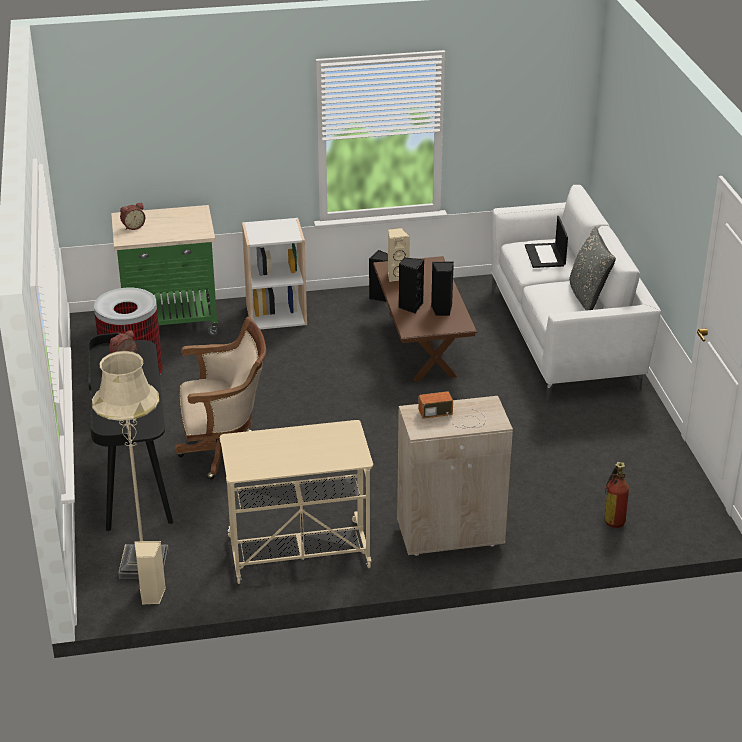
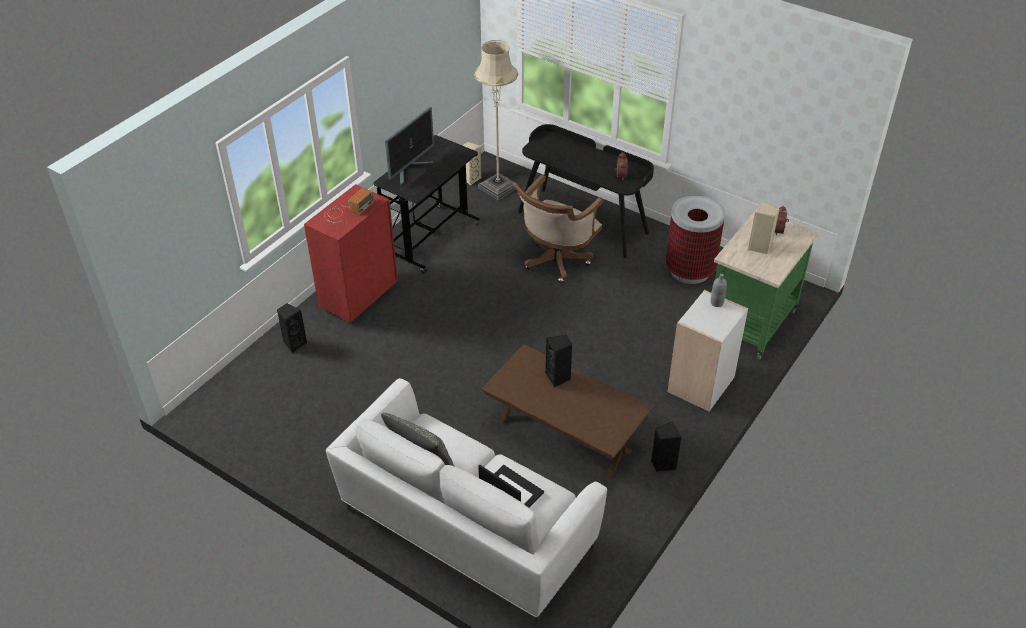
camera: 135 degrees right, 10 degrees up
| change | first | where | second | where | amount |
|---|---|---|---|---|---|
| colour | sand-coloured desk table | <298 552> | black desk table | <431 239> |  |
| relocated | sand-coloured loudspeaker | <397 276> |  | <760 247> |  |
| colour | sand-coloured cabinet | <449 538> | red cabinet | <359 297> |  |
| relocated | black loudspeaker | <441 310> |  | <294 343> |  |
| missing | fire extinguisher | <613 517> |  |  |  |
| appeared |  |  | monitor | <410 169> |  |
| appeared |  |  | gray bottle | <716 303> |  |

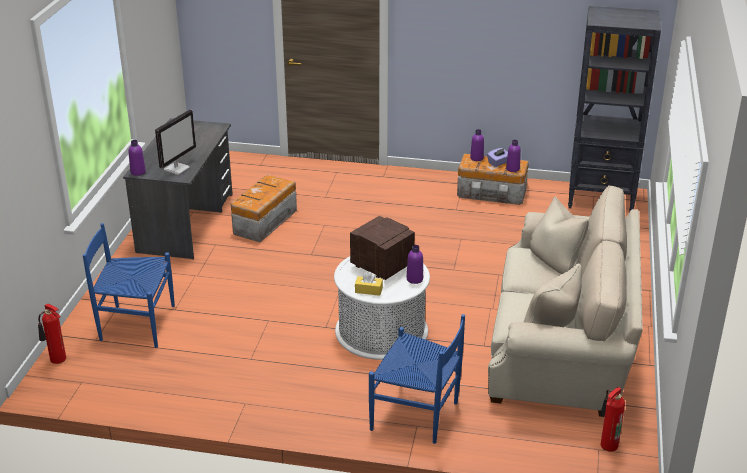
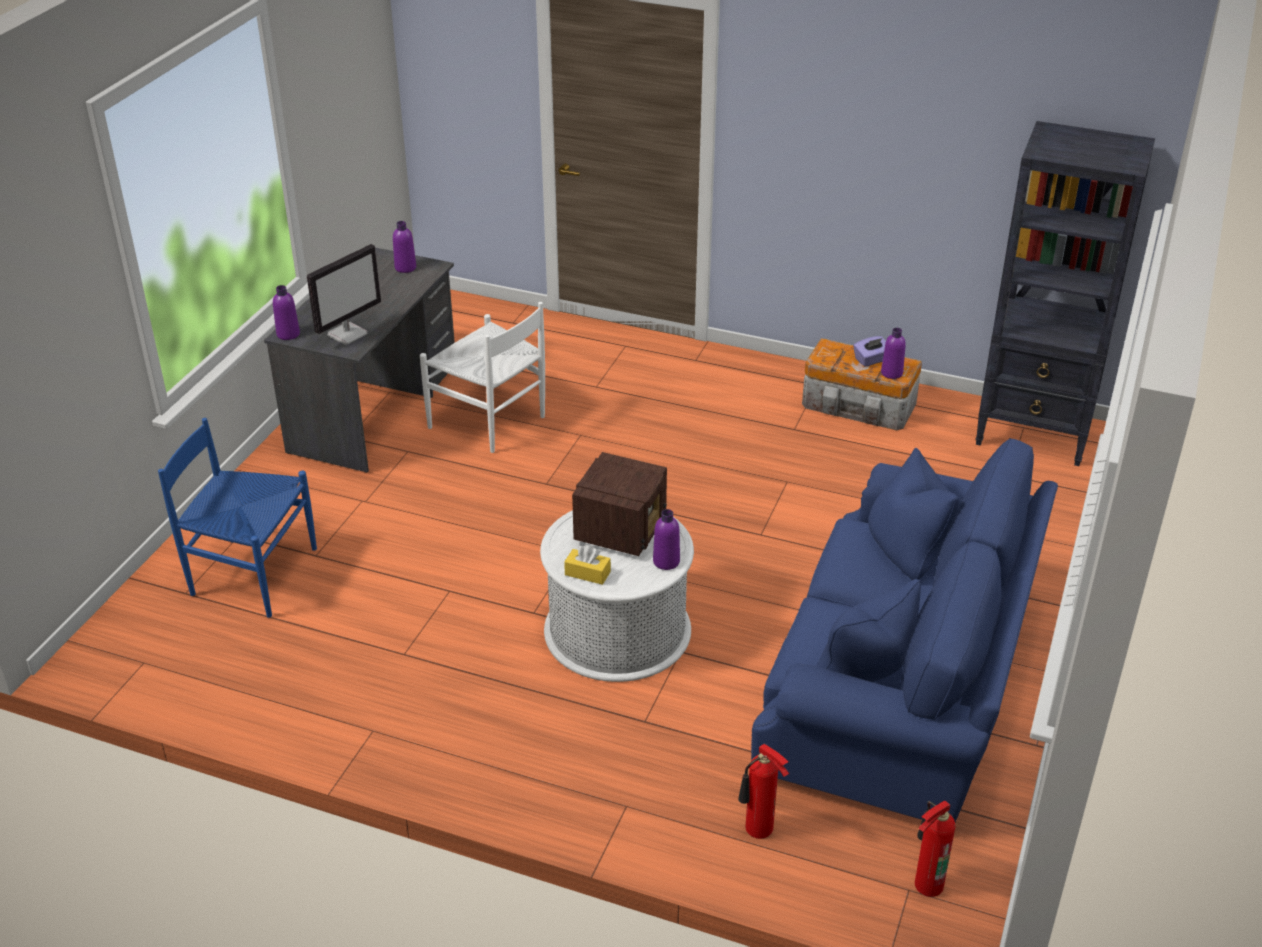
camera: 10 degrees right, 5 degrees up
| change | first | where | second | where | amount |
|---|---|---|---|---|---|
| relocated | fire extinguisher | <57 360> |  | <758 831> |  |
| exchanged | storage bin | <263 222> | white chair | <490 421> |  |
| spun | radio receiver | <381 264> |  | <621 529> | 60 degrees clockwise |
| missing | blue chair | <416 415> |  |  |  |
| relocated | purplish bottle | <476 158> |  | <405 268> |  |
| colour | sand-coloured sofa | <562 345> | blue sofa | <899 690> |  |

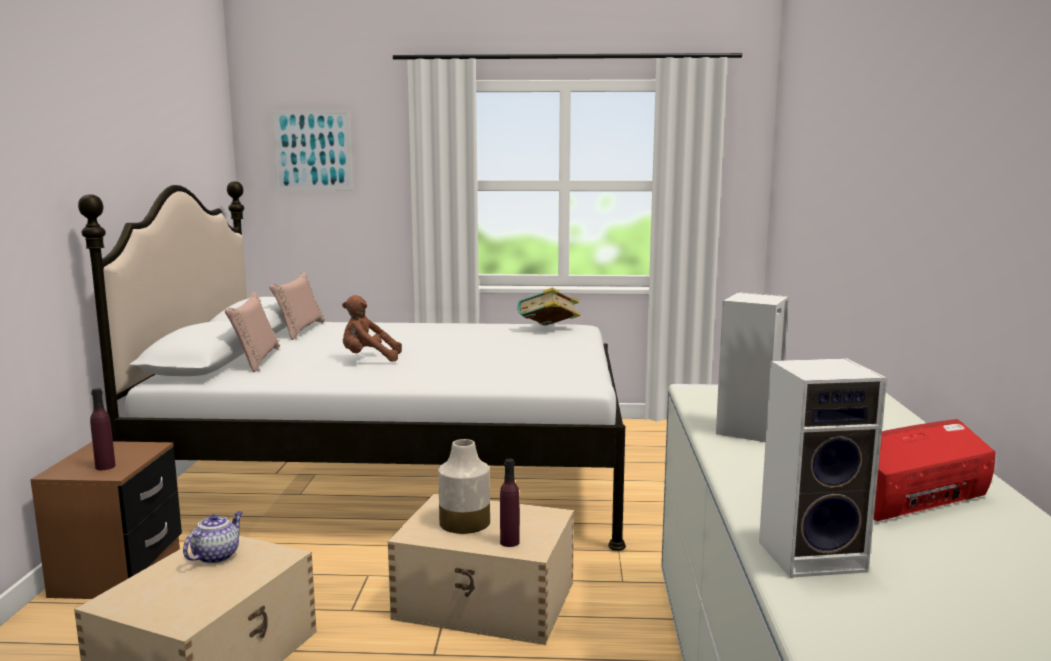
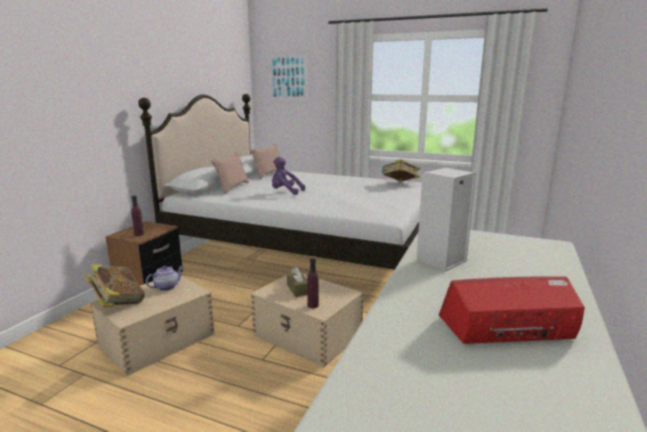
camera: 20 degrees right, 5 degrees up
| change | first | where | second | where | amount |
|---|---|---|---|---|---|
| colour | brown soft toy | <368 359> | purplish soft toy | <285 192> |  |
| exchanged | sand-coloured vase | <465 522> | brown box of tissues | <298 289> |  |
| missing | loudspeaker | <814 555> |  |  |  |
| appeared |  |  | volume | <118 303> |  |

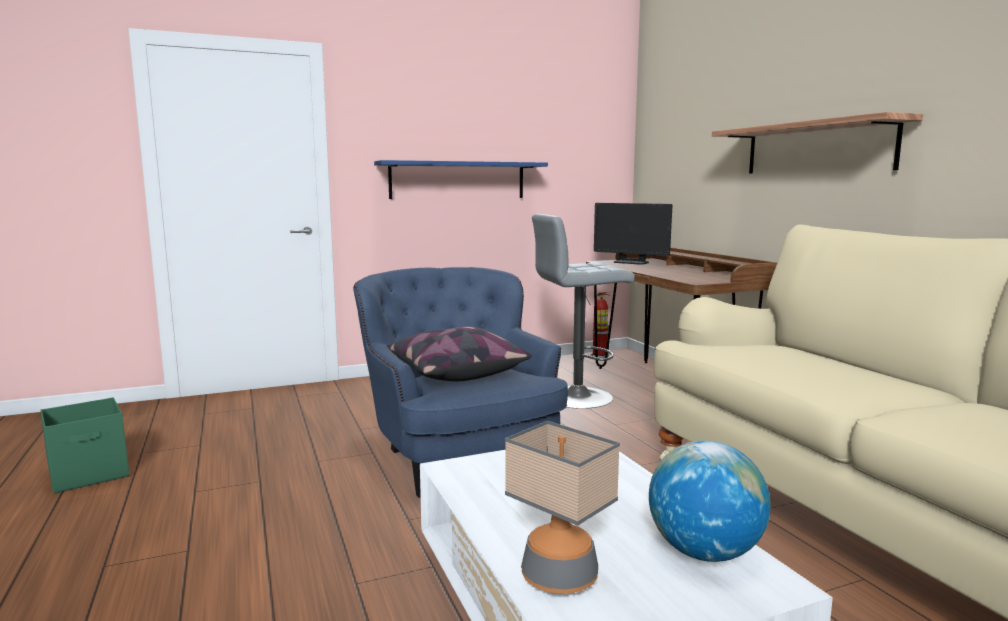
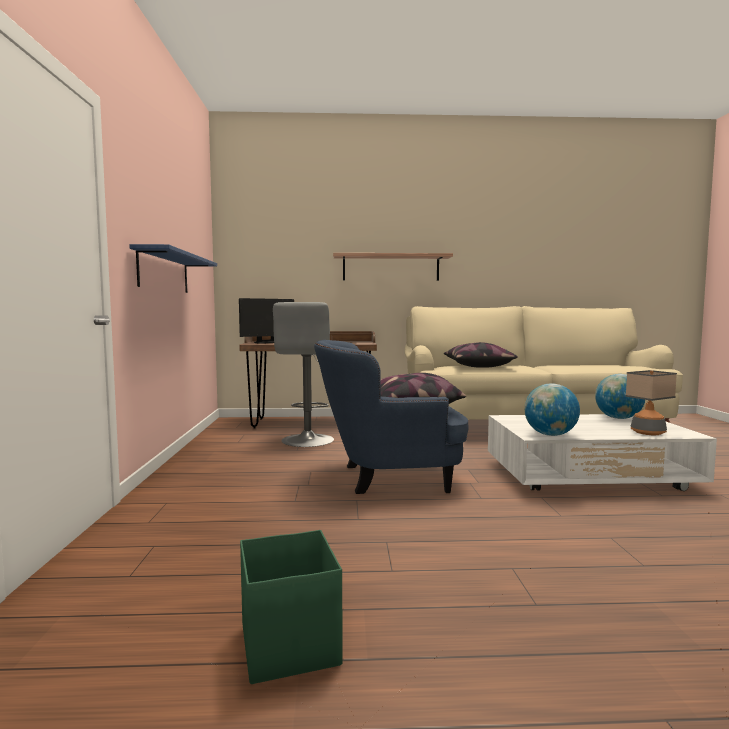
camera: 70 degrees left, 5 degrees down
| change | first | where | second | where | amount |
|---|---|---|---|---|---|
| missing | fire extinguisher | <600 357> |  |  |  |
| appeared |  |  | throw pillow | <477 366> |  |
| appeared |  |  | desk globe | <550 435> |  |

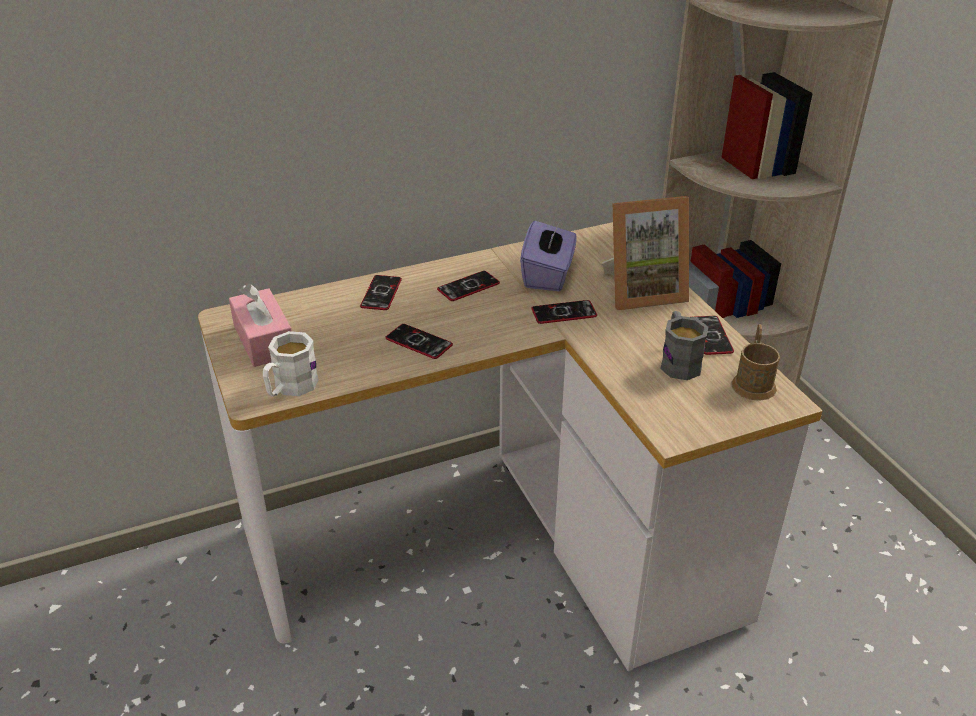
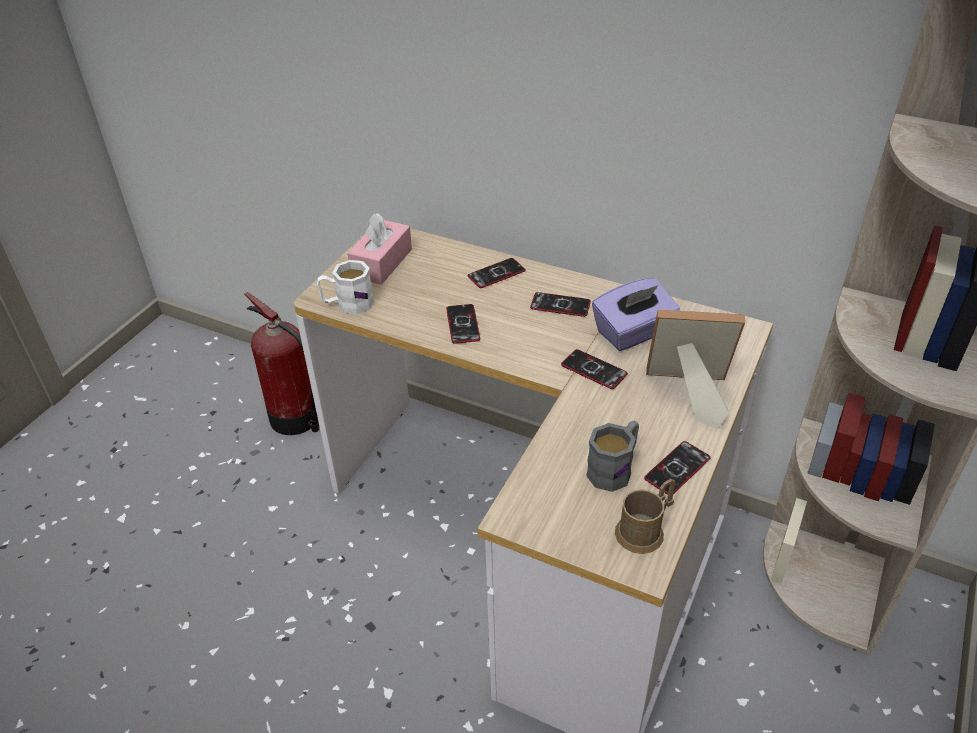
camera: 50 degrees right, 5 degrees up
| change | first | where | second | where | amount |
|---|---|---|---|---|---|
| spun | standing frame | <642 291> |  | <686 394> | 150 degrees clockwise |
| appeared |  |  | fire extinguisher | <297 418> |  |

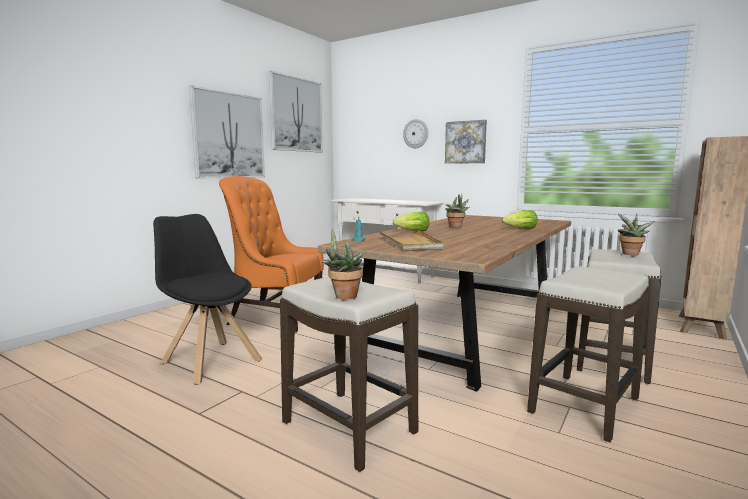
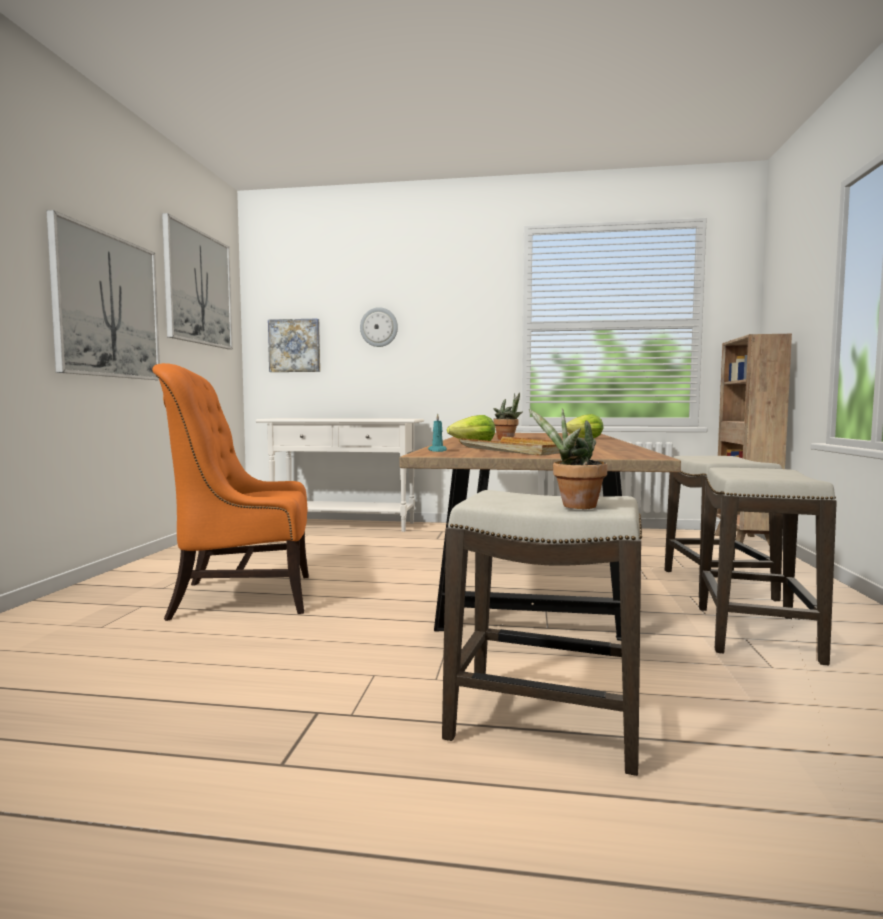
camera: 25 degrees left, 5 degrees down
| change | first | where | second | where | amount |
|---|---|---|---|---|---|
| missing | black chair | <209 360> |  |  |  |
| relocated | picture | <465 142> |  | <295 345> |  |
| missing | potted plant | <630 254> |  |  |  |

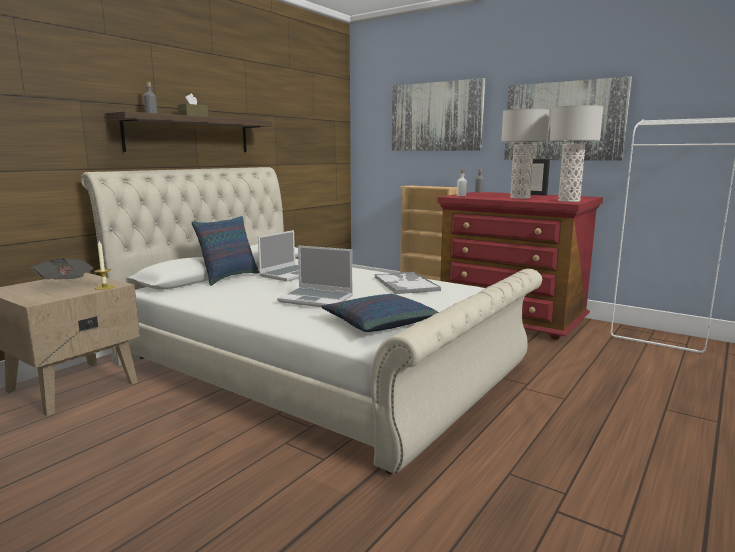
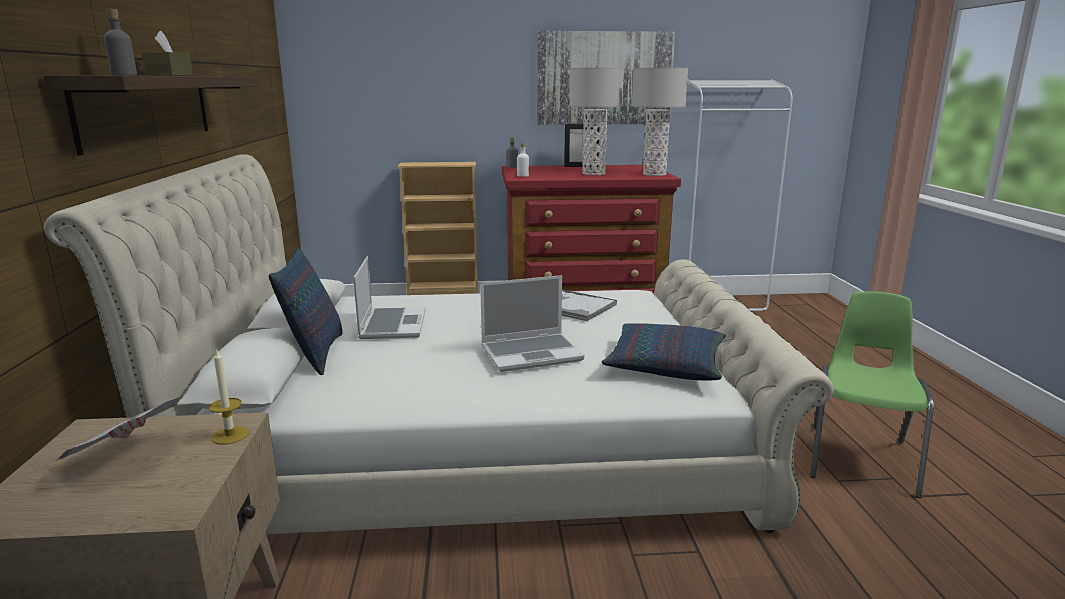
camera: 40 degrees left, 5 degrees up
| change | first | where | second | where | amount |
|---|---|---|---|---|---|
| missing | picture | <436 117> |  |  |  |
| appeared |  |  | green-coloured chair | <861 458> |  |

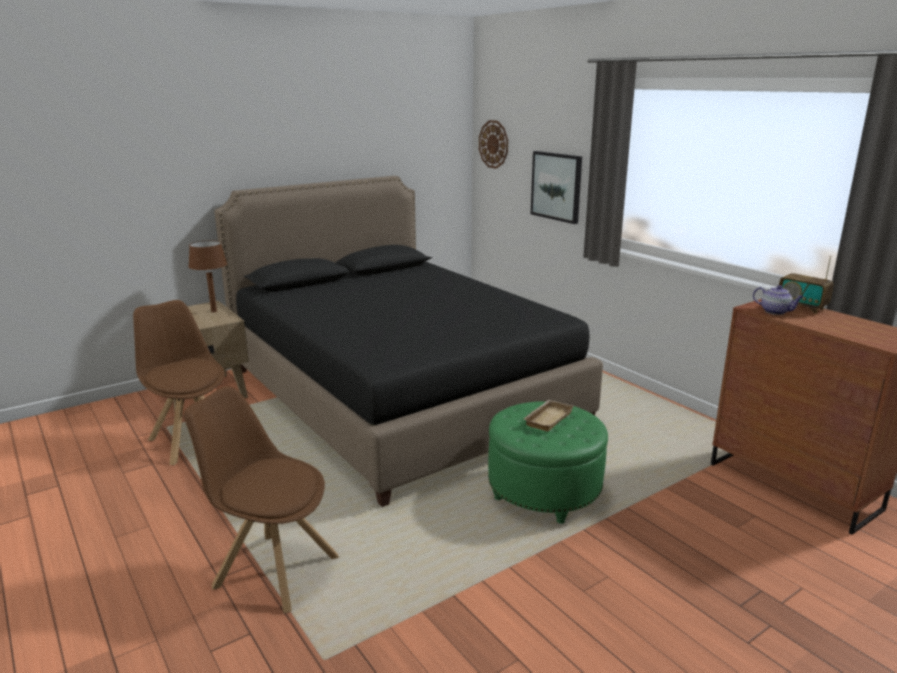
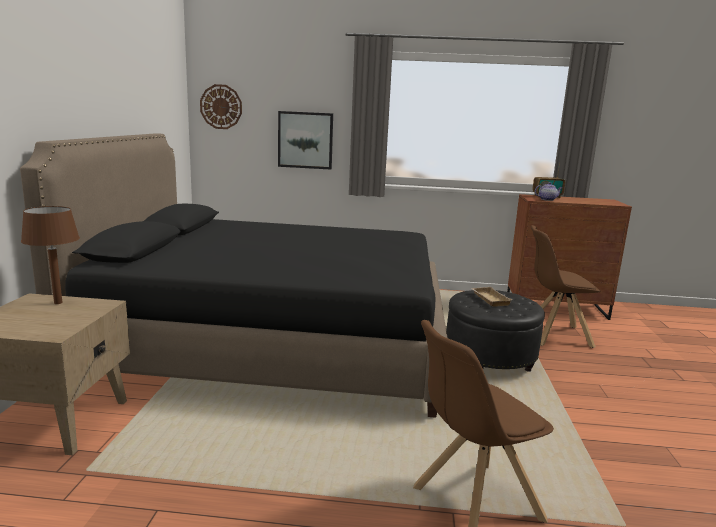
camera: 50 degrees left, 5 degrees down
| change | first | where | second | where | amount |
|---|---|---|---|---|---|
| relocated | brown chair | <191 439> |  | <554 335> |  |
| colour | green-coloured pouffe | <544 493> | black pouffe | <489 361> |  |

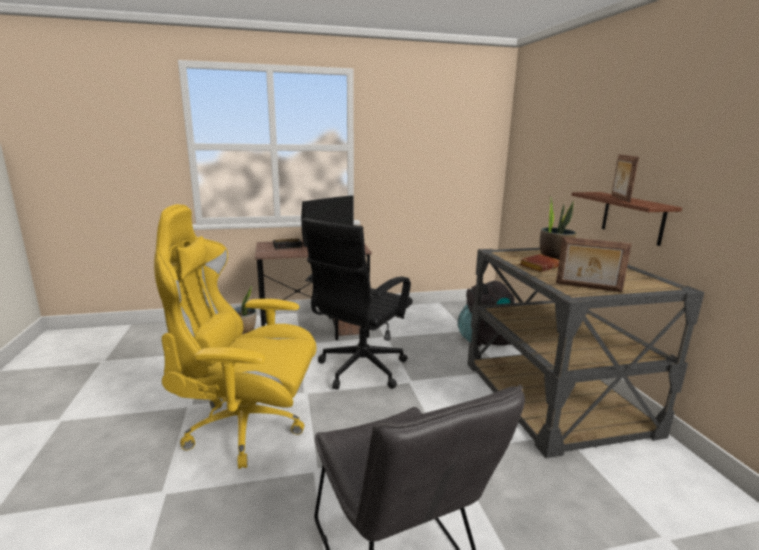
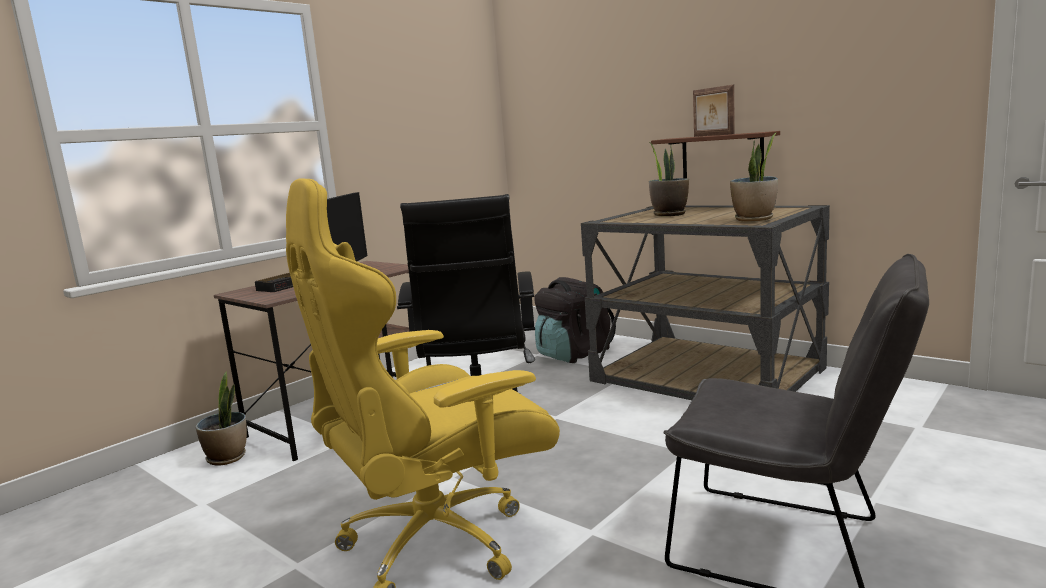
camera: 35 degrees left, 5 degrees down
| change | first | where | second | where | amount |
|---|---|---|---|---|---|
| missing | brown volume | <539 266> |  |  |  |
| exchanged | standing frame | <588 288> | potted plant | <754 219> |  |

